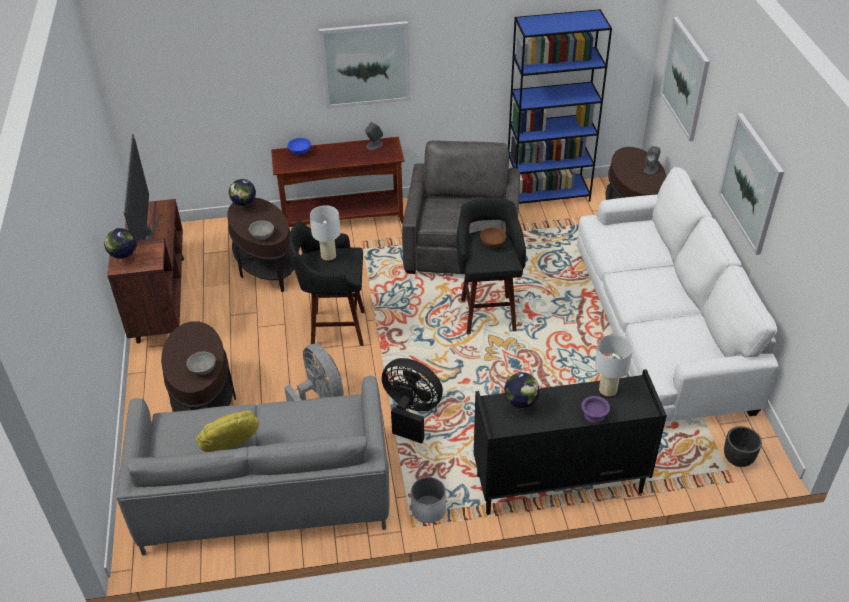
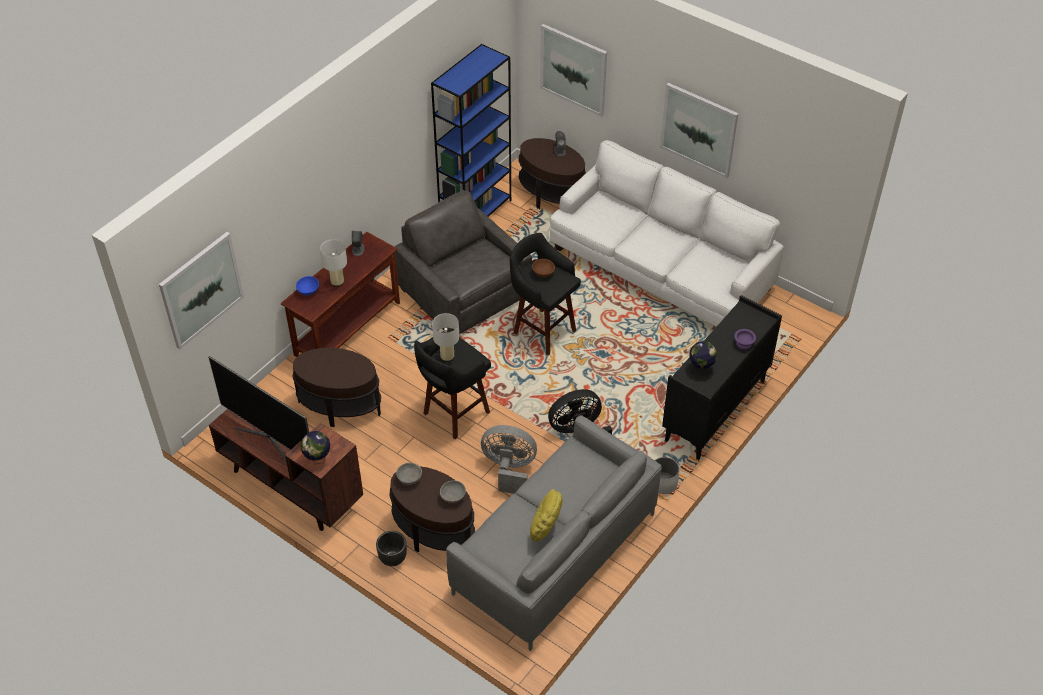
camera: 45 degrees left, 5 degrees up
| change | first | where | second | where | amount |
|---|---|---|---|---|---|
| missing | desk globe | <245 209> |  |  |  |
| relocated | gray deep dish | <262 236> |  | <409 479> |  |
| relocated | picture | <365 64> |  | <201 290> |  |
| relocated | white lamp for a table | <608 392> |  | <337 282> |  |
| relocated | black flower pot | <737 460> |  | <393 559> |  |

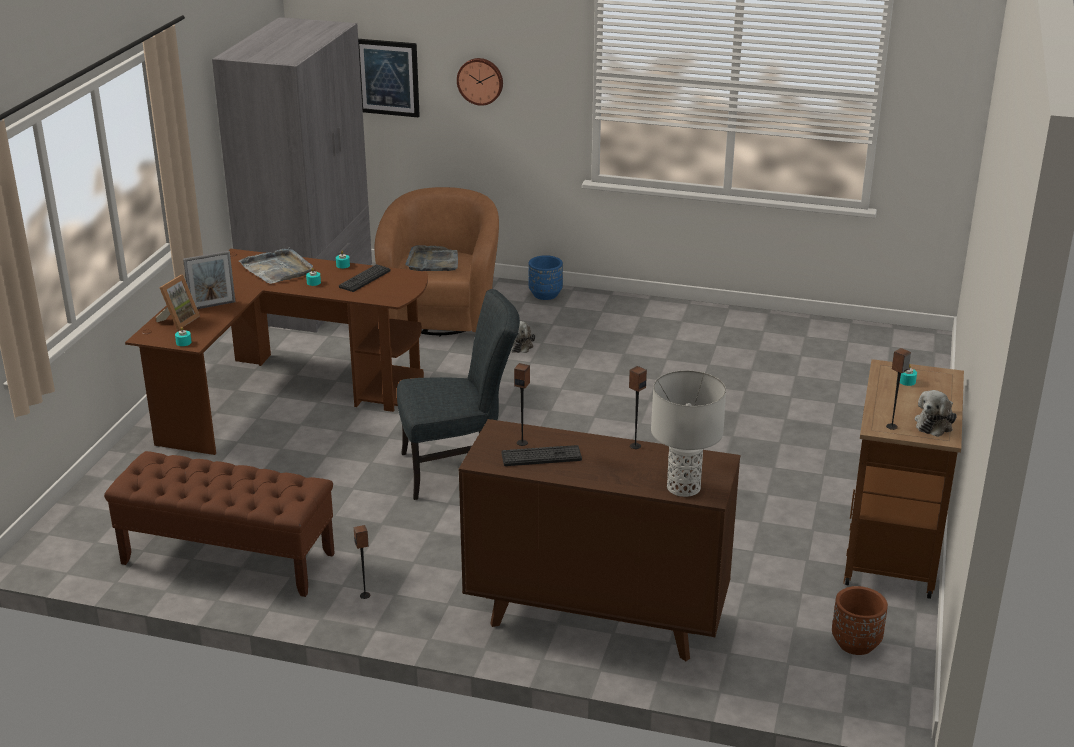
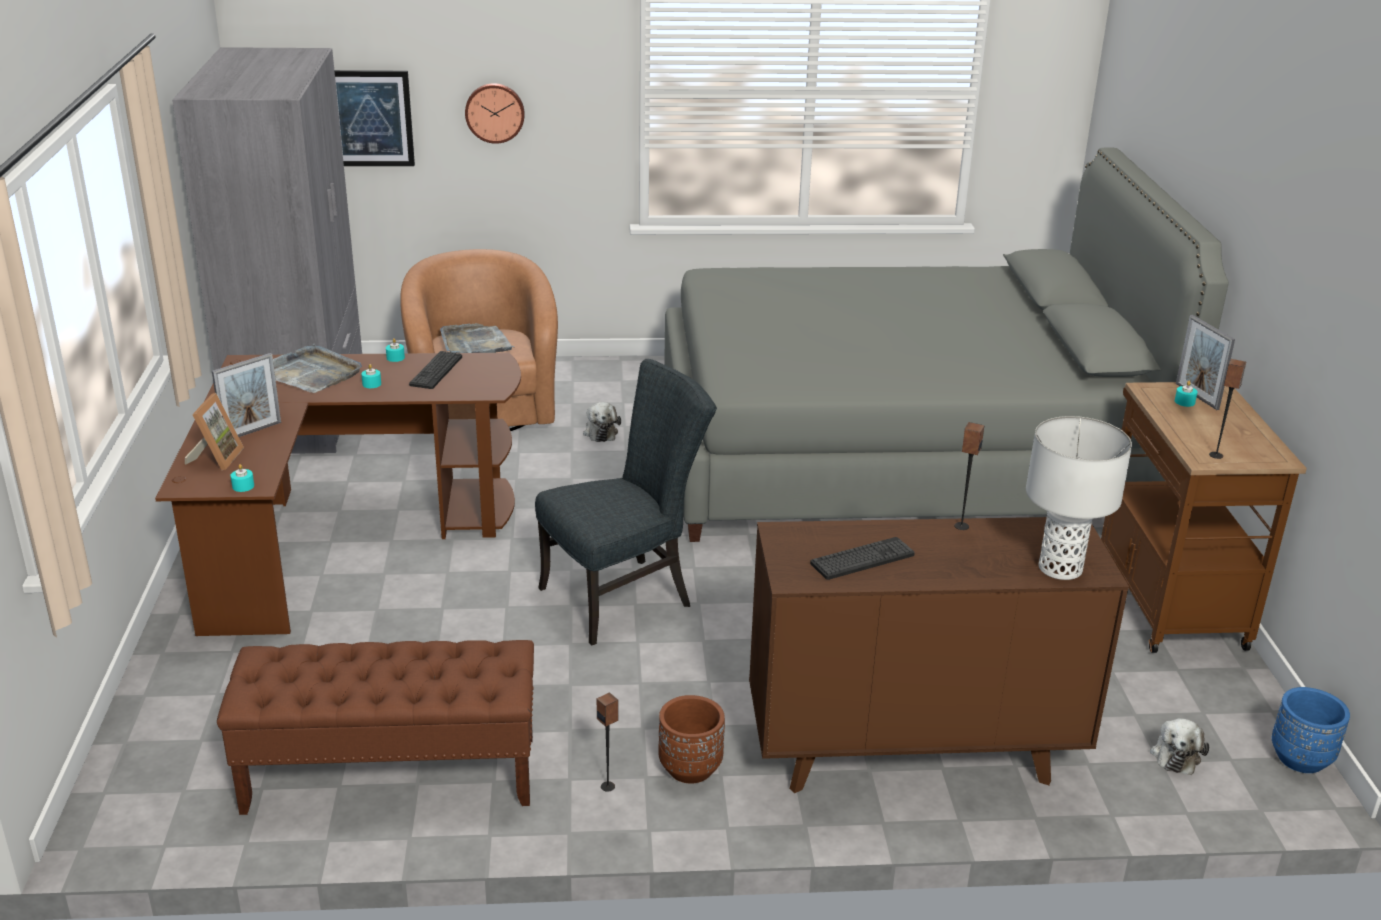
camera: 20 degrees left, 0 degrees up
| change | first | where | second | where | amount |
|---|---|---|---|---|---|
| missing | loudspeaker | <522 442> |  |  |  |
| relocated | blue flower pot | <545 294> |  | <1300 758> |  |
| relocated | brown flower pot | <855 644> |  | <690 768> |  |
| relocated | soft toy | <935 424> |  | <1175 754> |  |
| appeared |  |  | gray bedroom bed | <897 453> |  |
| appeared |  |  | standing frame | <1197 396> |  |

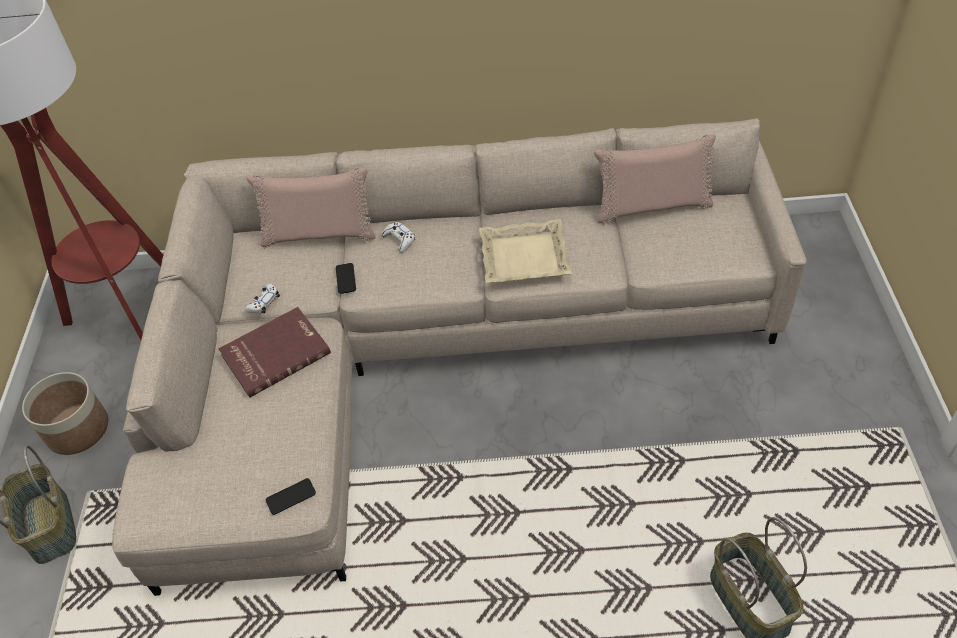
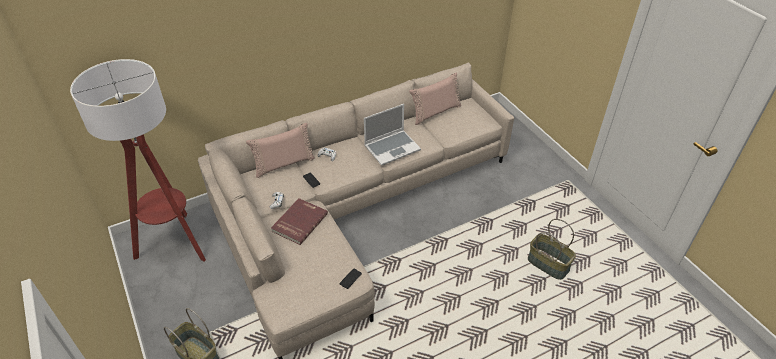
camera: 30 degrees left, 5 degrees down
| change | first | where | second | where | amount |
|---|---|---|---|---|---|
| missing | flower pot | <78 429> |  |  |  |
| exchanged | sand-coloured serving tray | <524 257> | notebook computer | <392 147> |  |

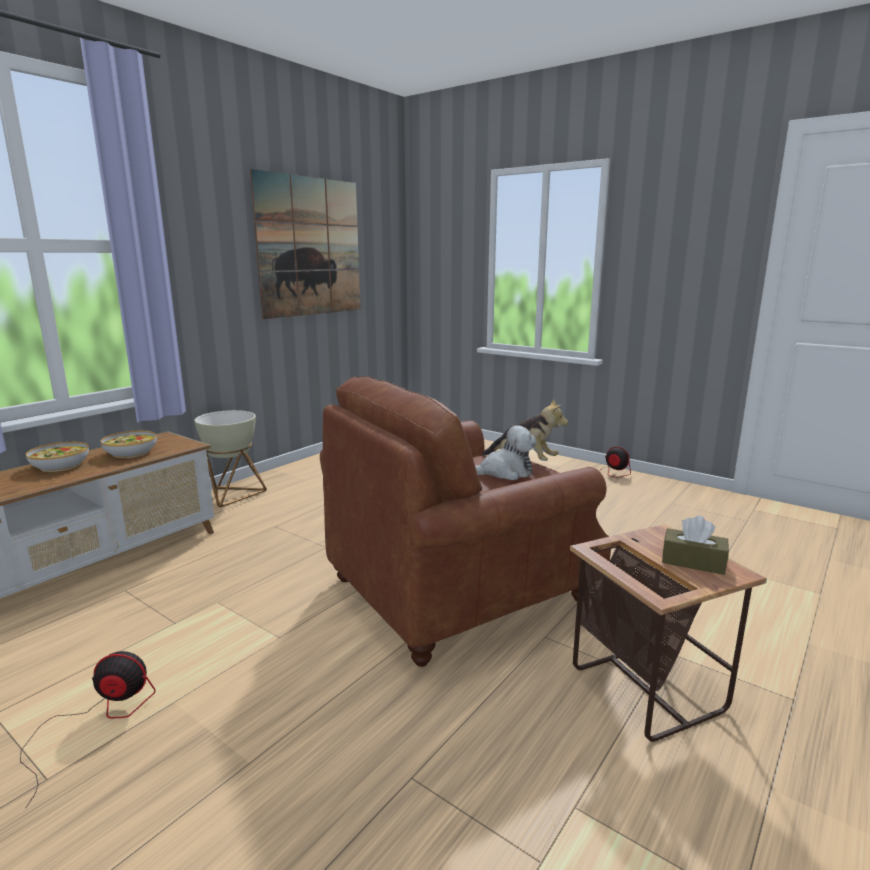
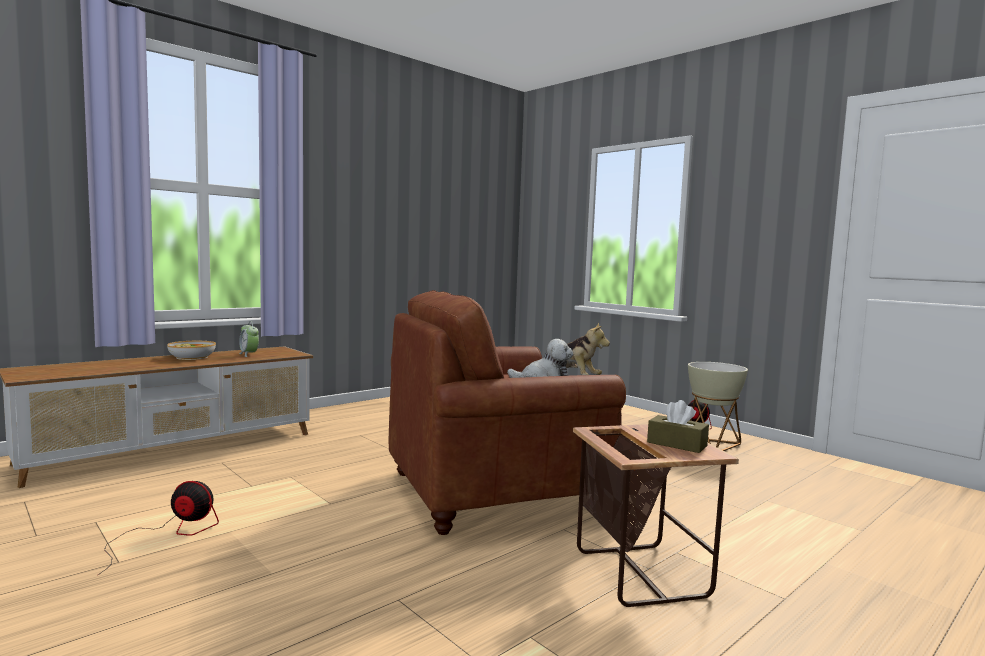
camera: 10 degrees right, 10 degrees down
| change | first | where | second | where | amount |
|---|---|---|---|---|---|
| exchanged | deep dish | <131 452> | alarm clock | <249 354> |  |
| relocated | flower pot | <234 494> |  | <711 445> |  |
| missing | picture | <310 247> |  |  |  |

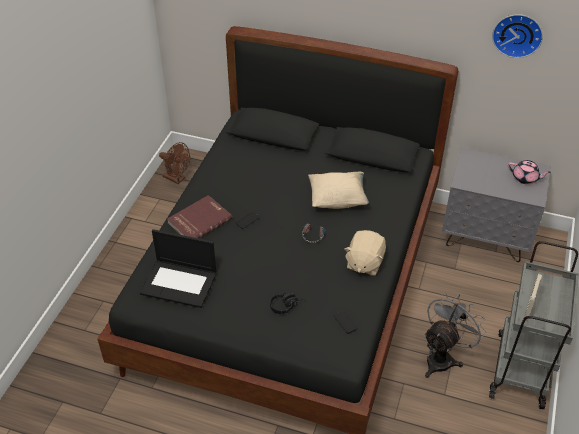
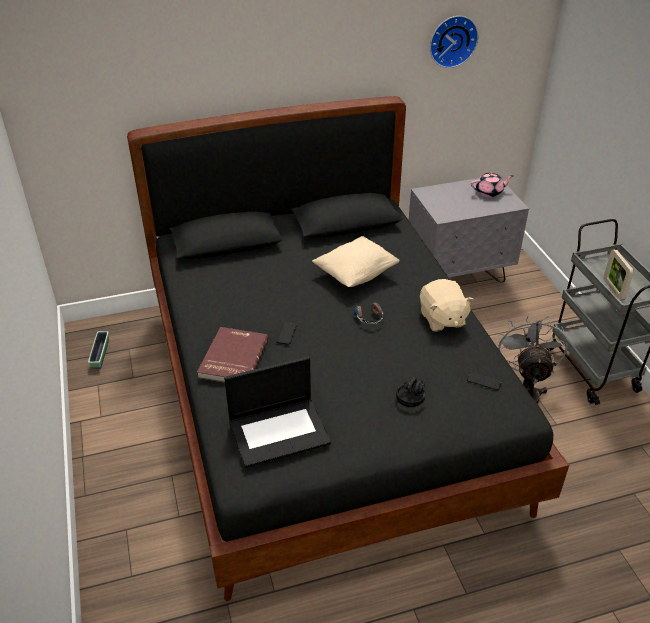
camera: 35 degrees left, 5 degrees down
| change | first | where | second | where | amount |
|---|---|---|---|---|---|
| exchanged | brown electric fan | <177 178> | flower pot | <100 355> |  |

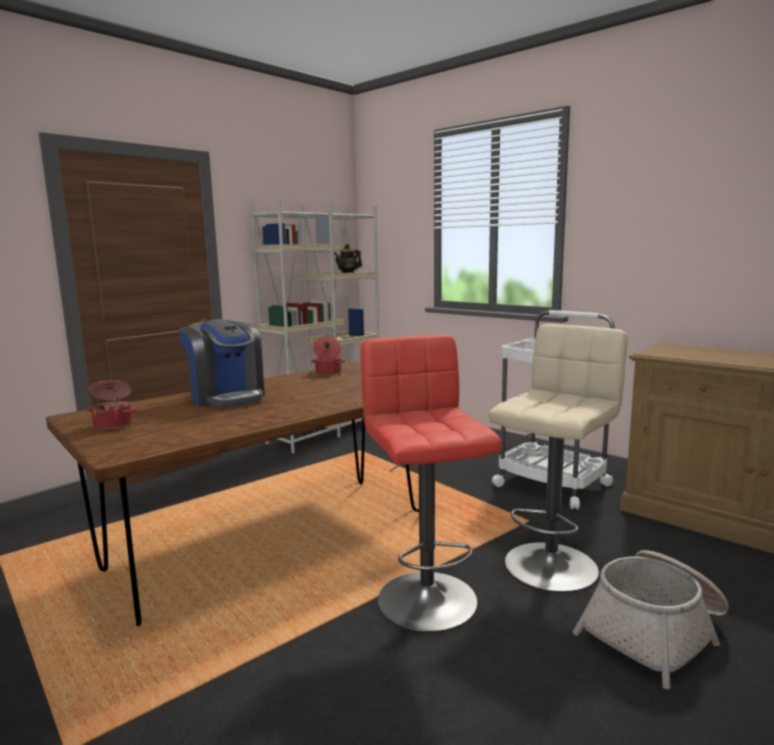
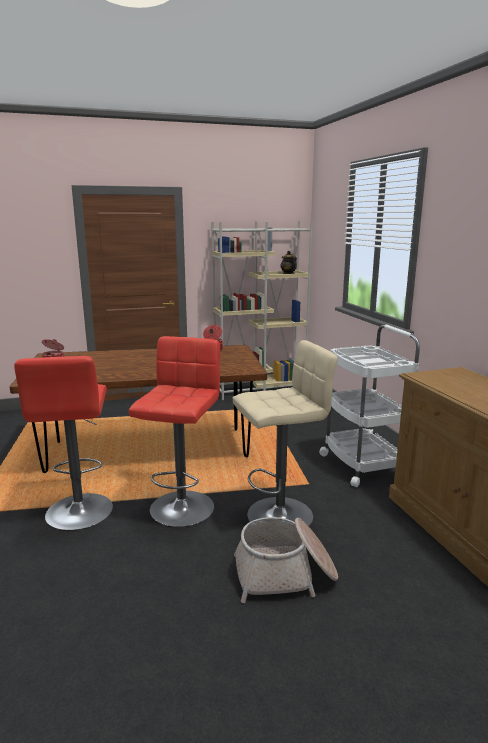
camera: 30 degrees right, 5 degrees up
| change | first | where | second | where | amount |
|---|---|---|---|---|---|
| missing | coffee machine | <227 397> |  |  |  |
| appeared |  |  | red stool | <78 512> |  |

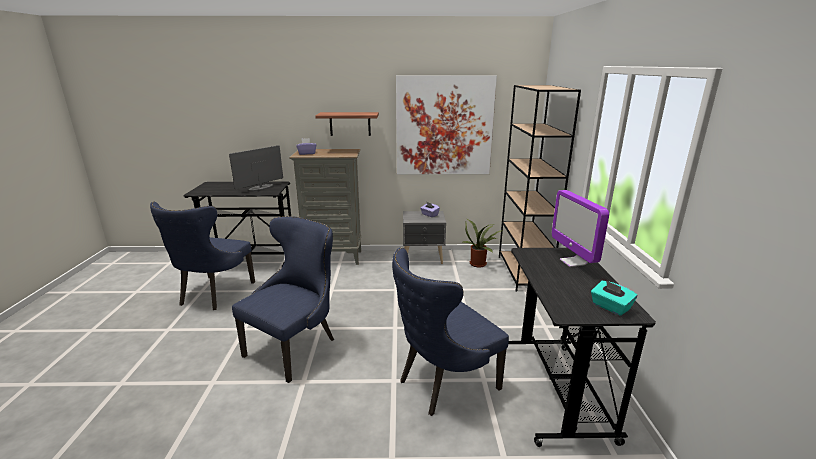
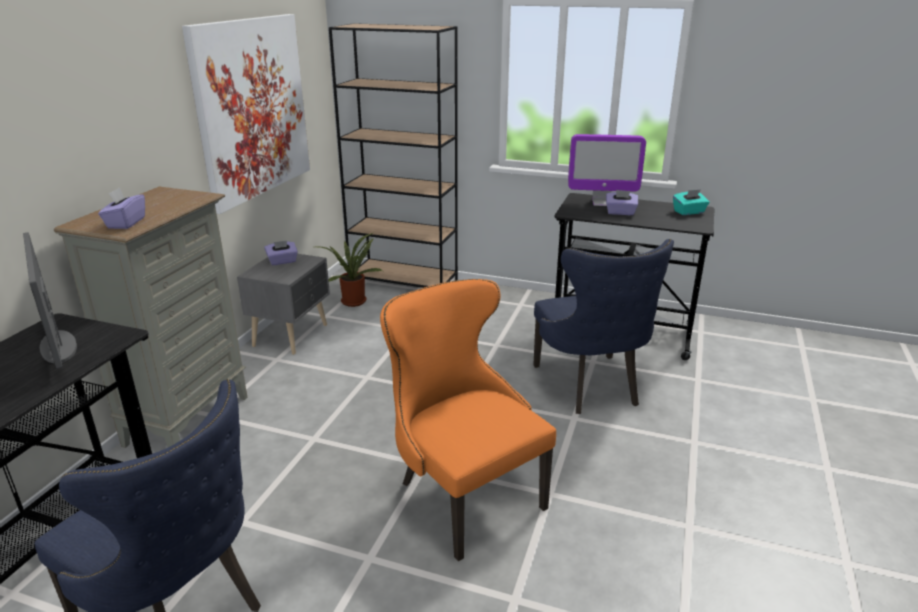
camera: 70 degrees left, 5 degrees up
| change | first | where | second | where | amount |
|---|---|---|---|---|---|
| colour | blue chair | <295 347> | orange-coloured chair | <464 495> |  |
| missing | shelf | <350 123> |  |  |  |
| appeared |  |  | purplish box of tissues | <620 212> |  |

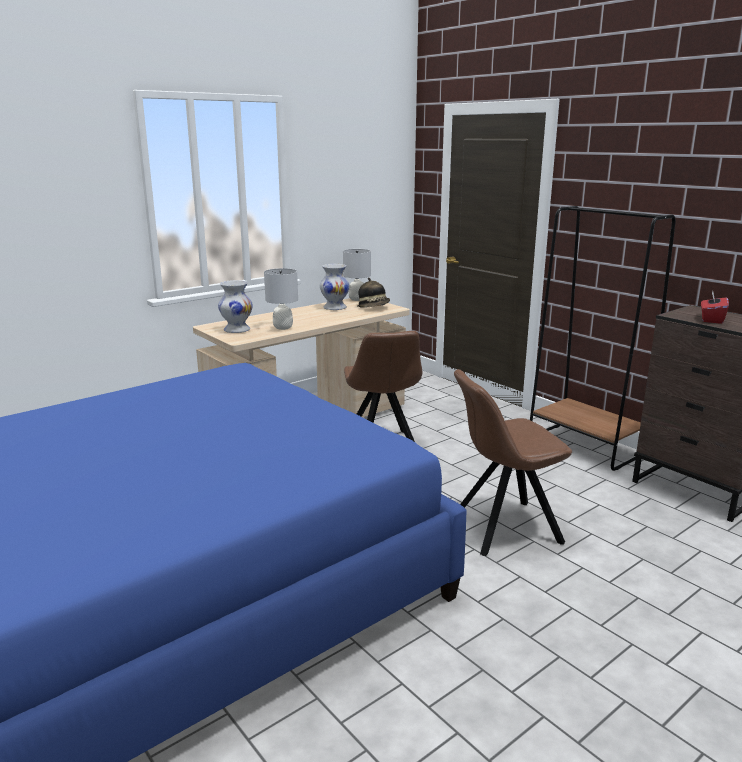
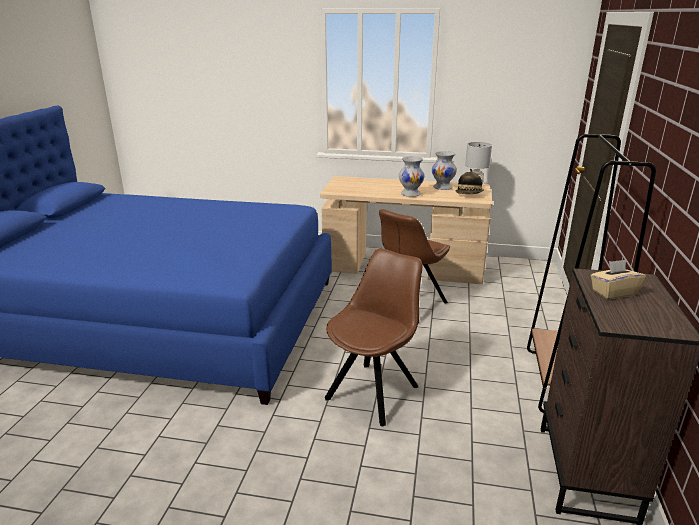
camera: 50 degrees right, 5 degrees up
| change | first | where | second | where | amount |
|---|---|---|---|---|---|
| relocated | white vase | <237 330> |  | <410 194> |  |
| missing | gray lamp for a table | <282 328> |  |  |  |
| spun | brown chair | <505 528> |  | <373 392> | 90 degrees clockwise |
| colour | red box of tissues | <711 319> | sand-coloured box of tissues | <613 292> |  |

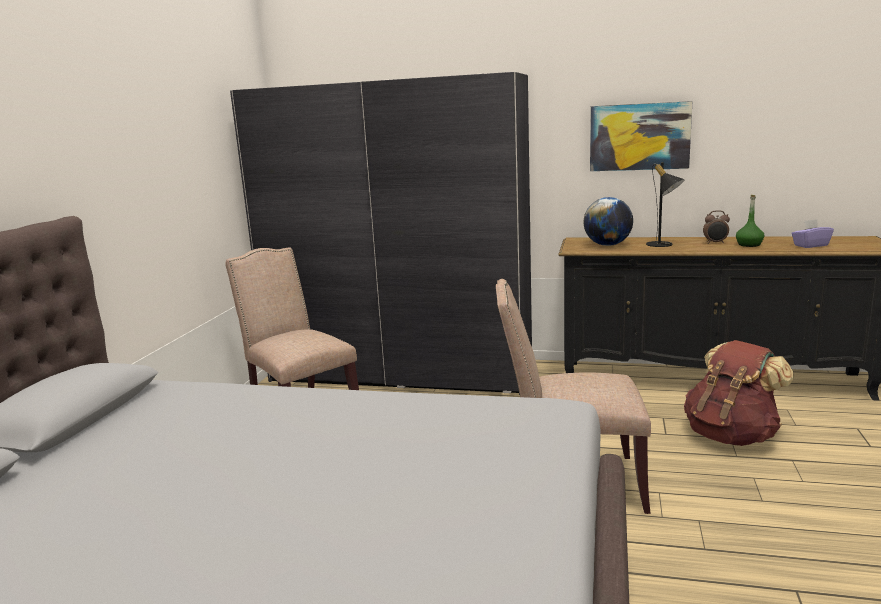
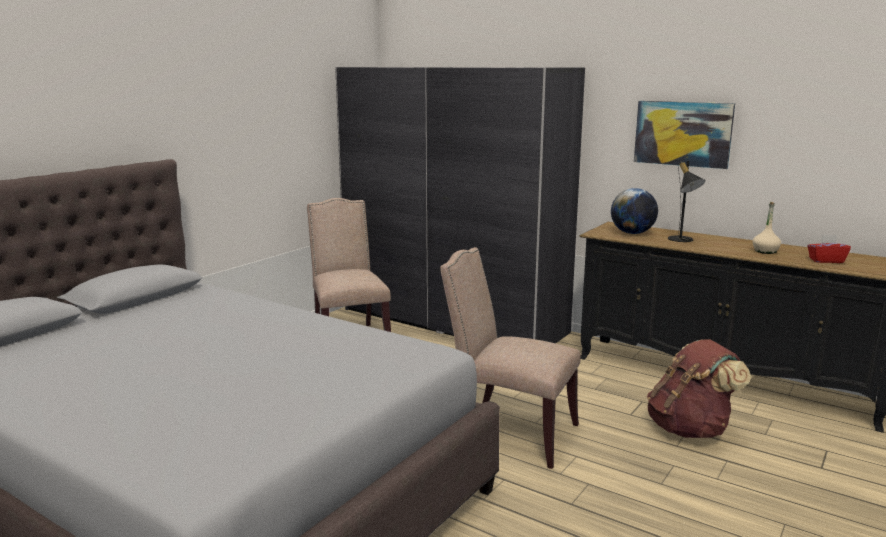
camera: 20 degrees right, 0 degrees up
| change | first | where | second | where | amount |
|---|---|---|---|---|---|
| missing | alarm clock | <715 243> |  |  |  |
| colour | green-coloured bottle | <749 245> | sand-coloured bottle | <765 251> |  |
| colour | purplish box of tissues | <810 245> | red box of tissues | <826 260> |  |

